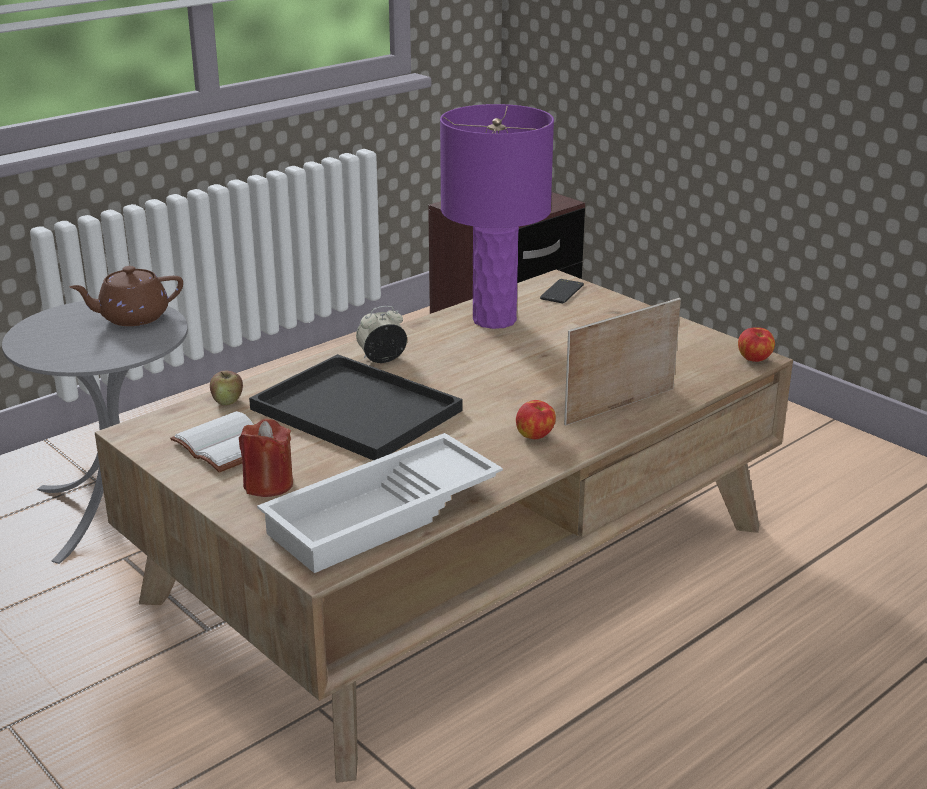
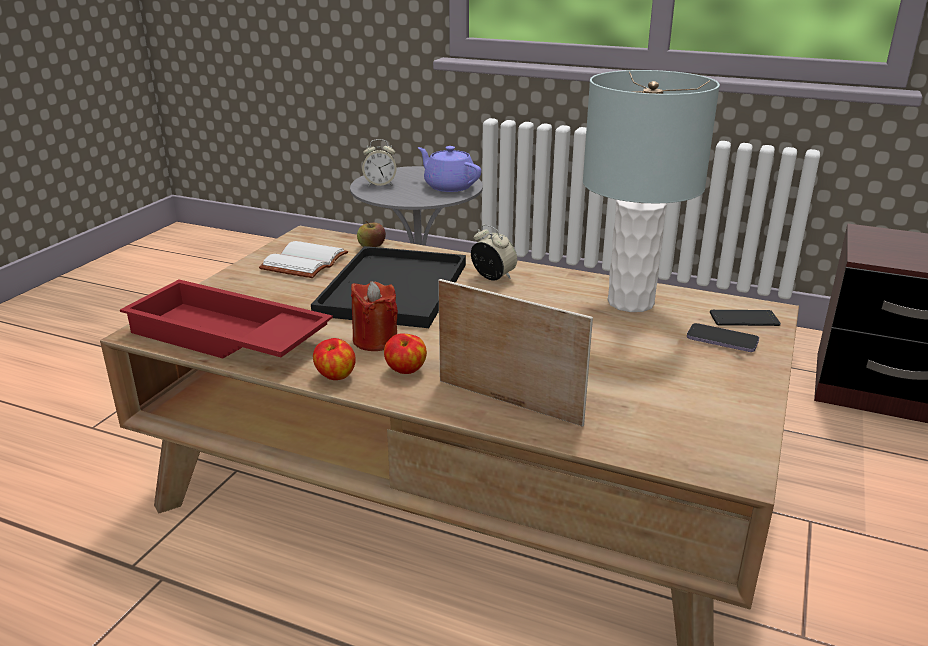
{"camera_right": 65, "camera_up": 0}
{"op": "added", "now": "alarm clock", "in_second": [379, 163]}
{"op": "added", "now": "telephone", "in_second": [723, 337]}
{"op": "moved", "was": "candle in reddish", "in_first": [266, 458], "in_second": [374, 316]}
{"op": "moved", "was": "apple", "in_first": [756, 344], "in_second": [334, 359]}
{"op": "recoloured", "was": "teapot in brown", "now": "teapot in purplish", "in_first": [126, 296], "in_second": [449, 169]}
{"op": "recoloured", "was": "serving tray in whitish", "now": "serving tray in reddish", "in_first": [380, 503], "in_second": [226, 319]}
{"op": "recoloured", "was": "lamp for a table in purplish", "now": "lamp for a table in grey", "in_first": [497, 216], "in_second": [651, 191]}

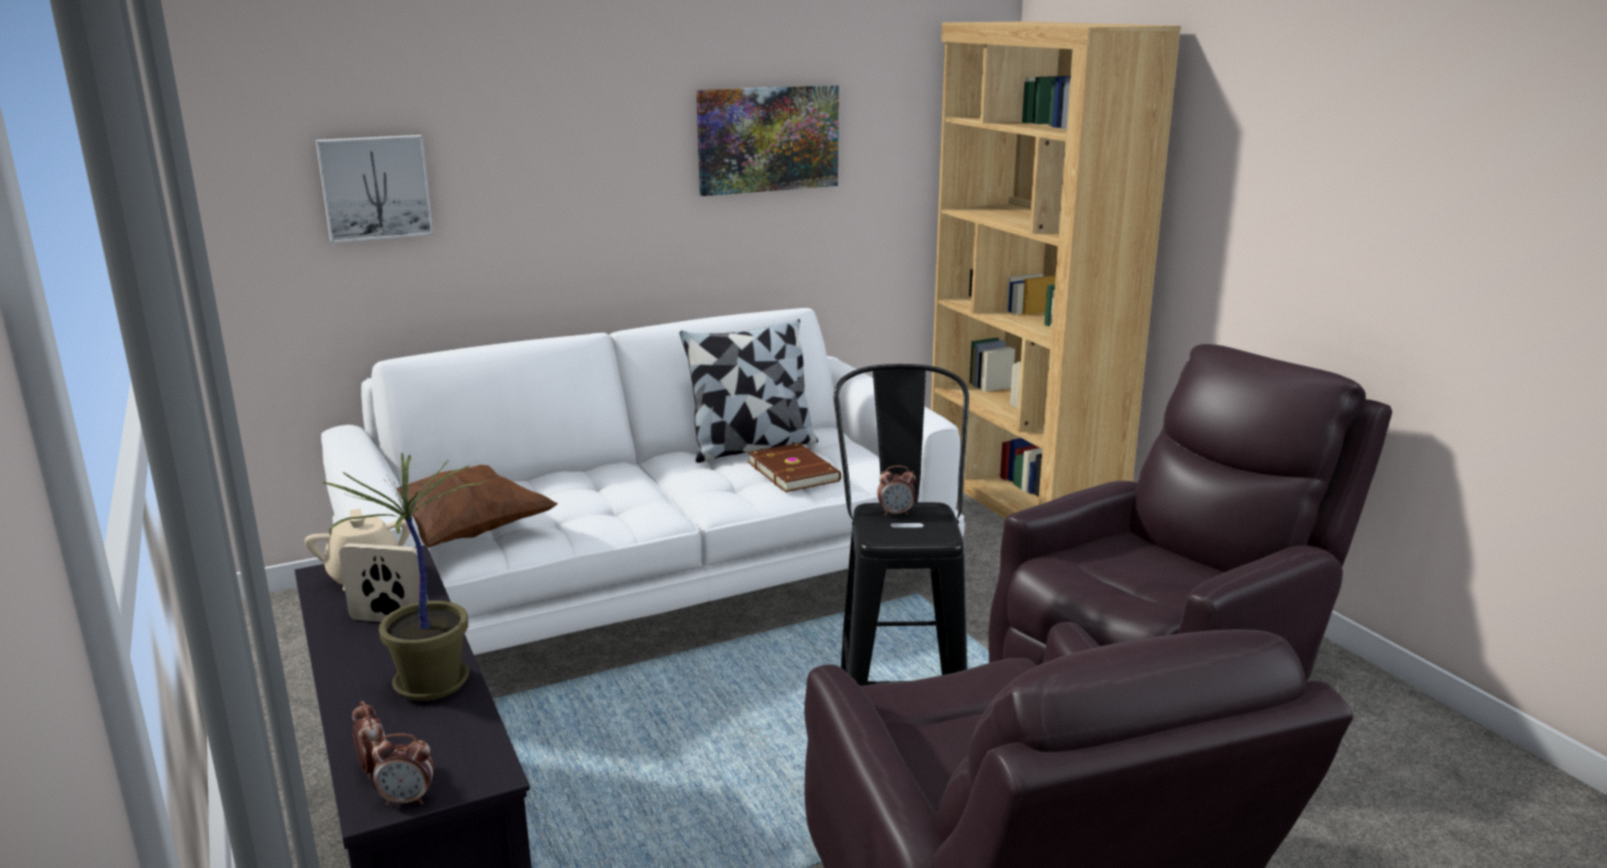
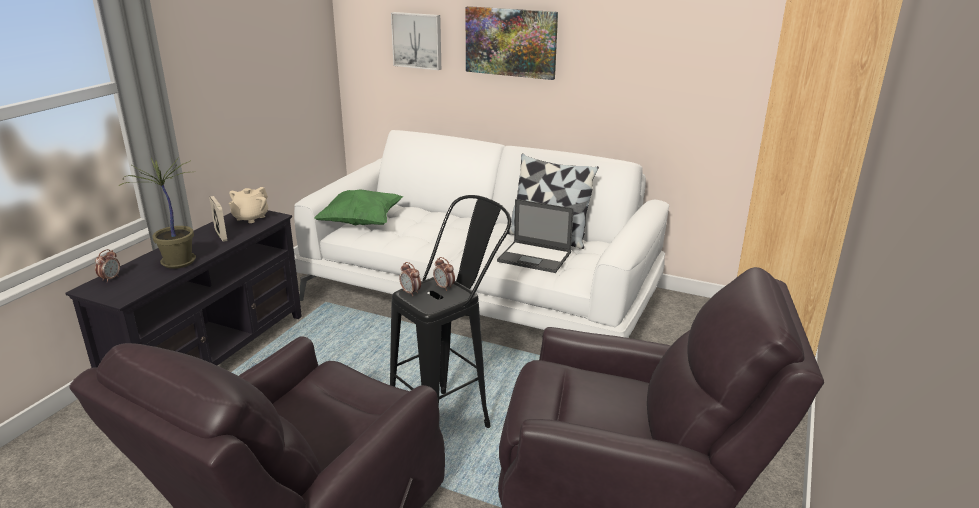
{"camera_right": 50, "camera_up": 5}
{"op": "moved", "was": "alarm clock", "in_first": [403, 769], "in_second": [410, 279]}
{"op": "moved", "was": "wall art", "in_first": [767, 140], "in_second": [511, 43]}
{"op": "replaced", "was": "book in brown", "now": "notebook computer", "in_first": [794, 467], "in_second": [535, 236]}
{"op": "recoloured", "was": "pillow in brown", "now": "pillow in green-coloured", "in_first": [477, 506], "in_second": [358, 207]}

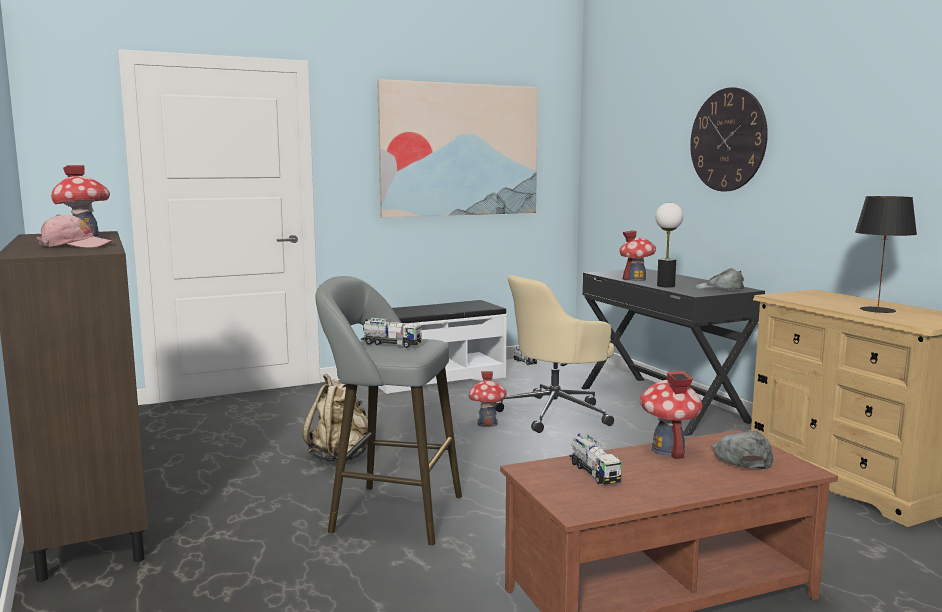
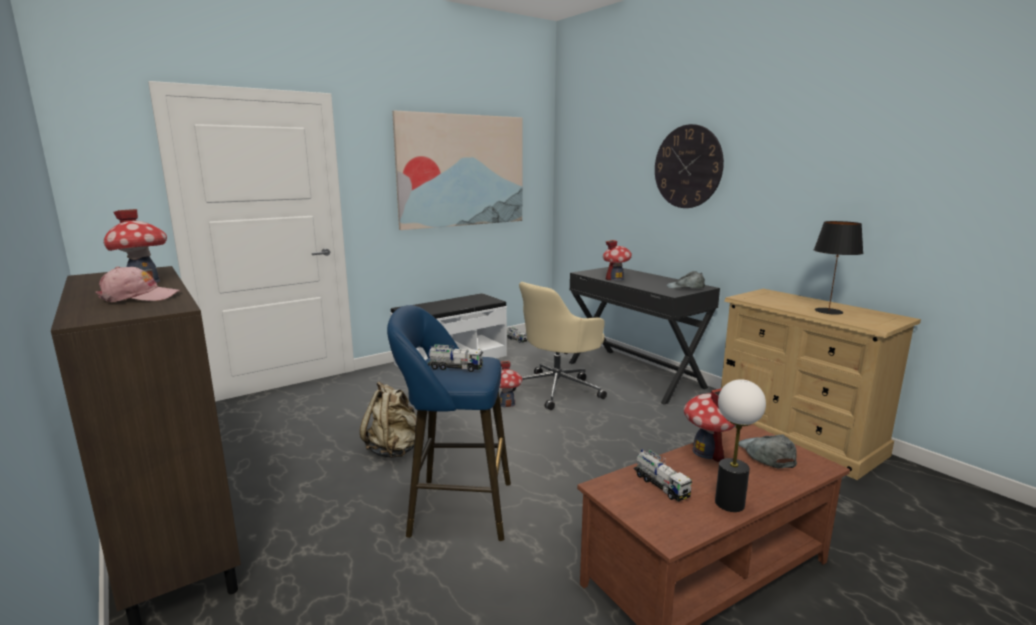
{"camera_right": -10, "camera_up": 5}
{"op": "moved", "was": "lamp for a table", "in_first": [669, 245], "in_second": [740, 445]}
{"op": "recoloured", "was": "stool seat in grey", "now": "stool seat in blue-coloured", "in_first": [388, 410], "in_second": [449, 423]}

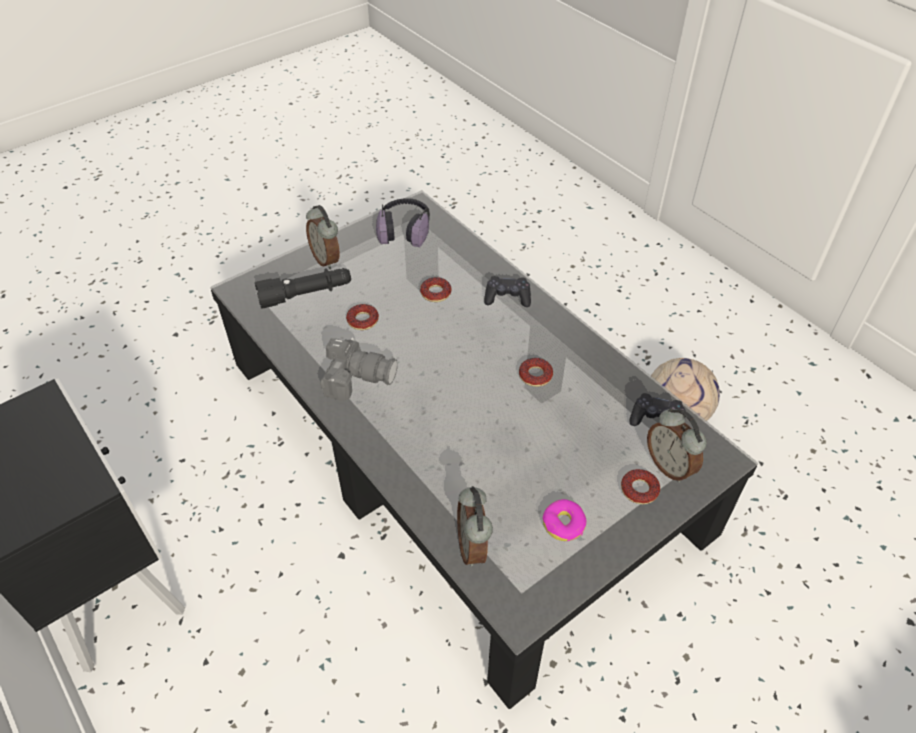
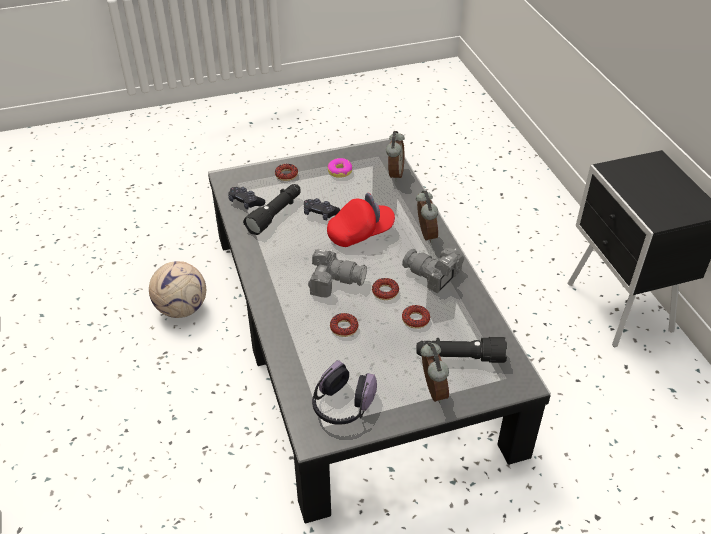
{"camera_right": -160, "camera_up": -5}
{"op": "added", "now": "hand torch in blackish", "in_second": [272, 209]}
{"op": "added", "now": "still camera", "in_second": [337, 273]}
{"op": "added", "now": "peaked cap in reddish", "in_second": [361, 220]}
{"op": "moved", "was": "game controller in blackish", "in_first": [507, 291], "in_second": [322, 209]}
{"op": "moved", "was": "doughnut", "in_first": [536, 372], "in_second": [385, 289]}
{"op": "moved", "was": "alarm clock", "in_first": [677, 445], "in_second": [427, 216]}

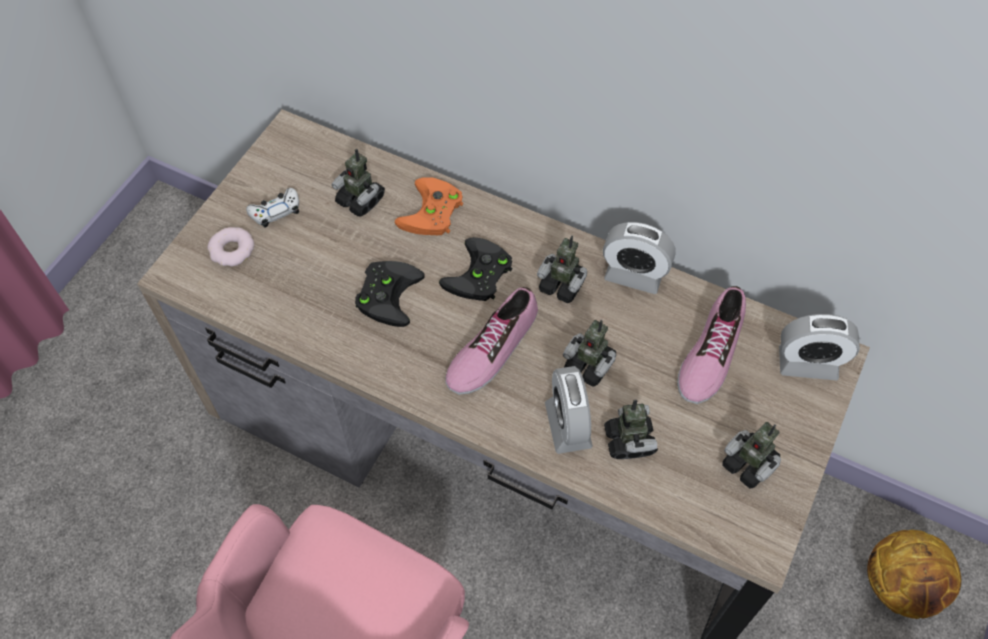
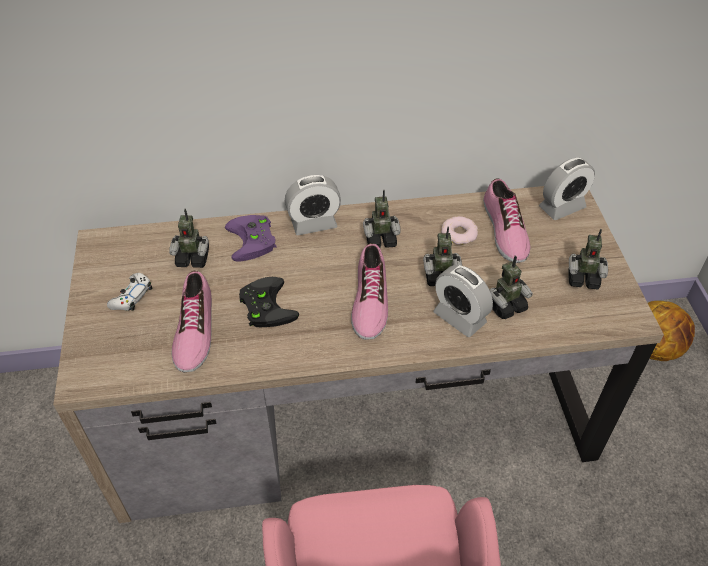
{"camera_right": -35, "camera_up": -10}
{"op": "removed", "was": "game controller in blackish", "in_first": [476, 269]}
{"op": "added", "now": "item of footwear", "in_second": [192, 321]}
{"op": "moved", "was": "doughnut", "in_first": [230, 247], "in_second": [459, 230]}
{"op": "moved", "was": "alarm clock", "in_first": [639, 258], "in_second": [313, 205]}
{"op": "recoloured", "was": "game controller in orange-coloured", "now": "game controller in purplish", "in_first": [429, 206], "in_second": [251, 238]}
{"op": "turned", "was": "model robot", "in_first": [631, 429], "in_second": [511, 287], "clockwise": 105}

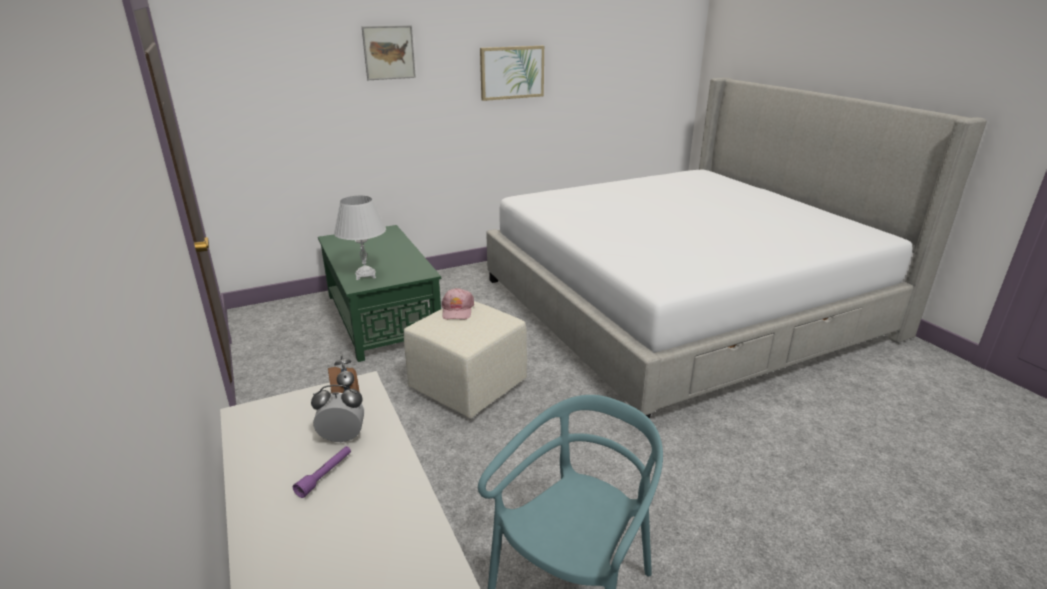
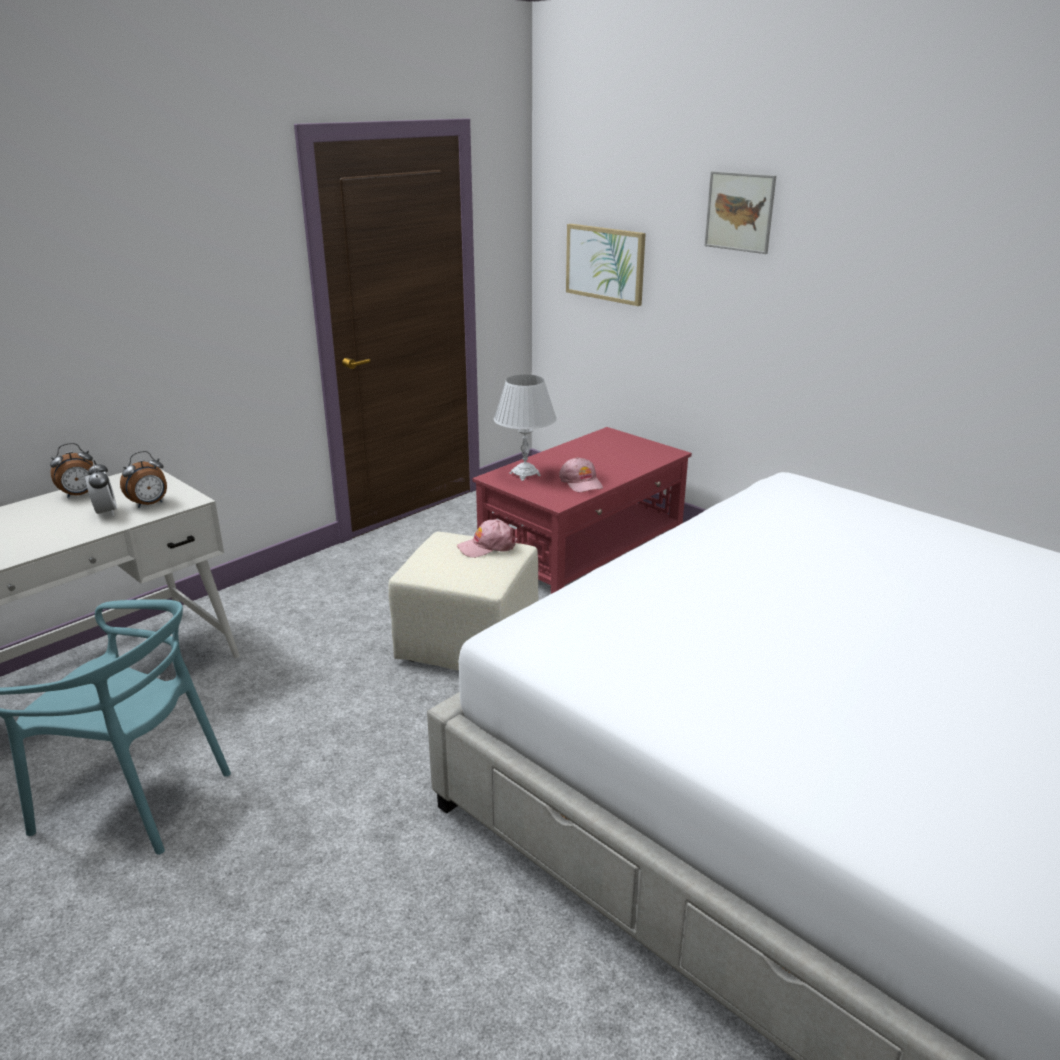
{"camera_right": 70, "camera_up": 0}
{"op": "removed", "was": "hand torch in purplish", "in_first": [322, 472]}
{"op": "added", "now": "alarm clock", "in_second": [71, 470]}
{"op": "added", "now": "peaked cap in pink-coloured", "in_second": [581, 475]}
{"op": "moved", "was": "wall art", "in_first": [512, 73], "in_second": [606, 265]}
{"op": "recoloured", "was": "low table in green-coloured", "now": "low table in reddish", "in_first": [379, 293], "in_second": [582, 510]}

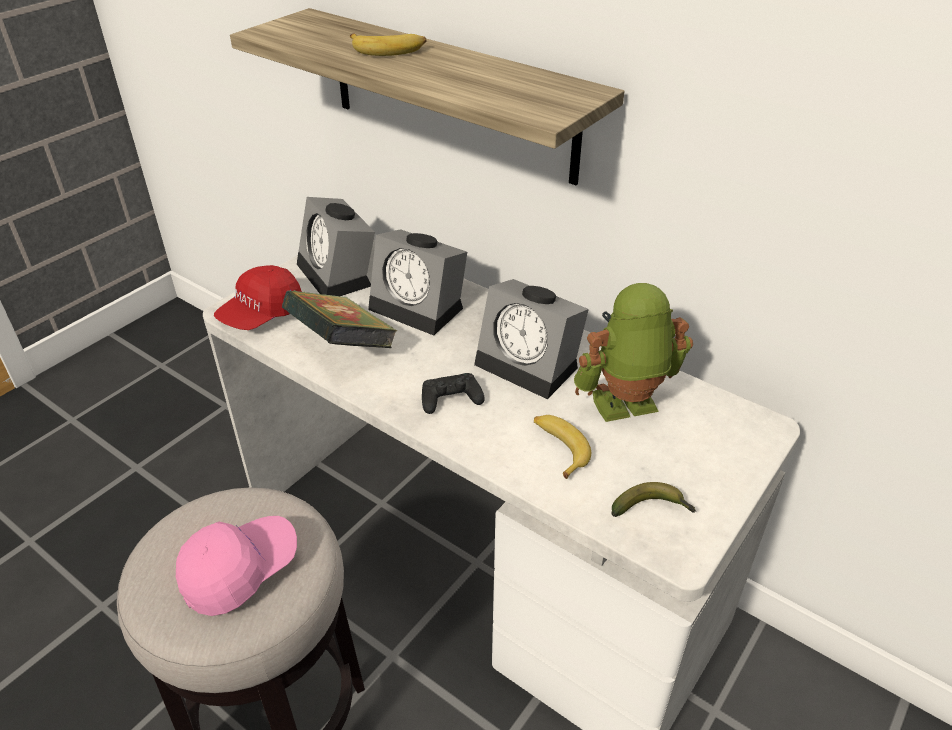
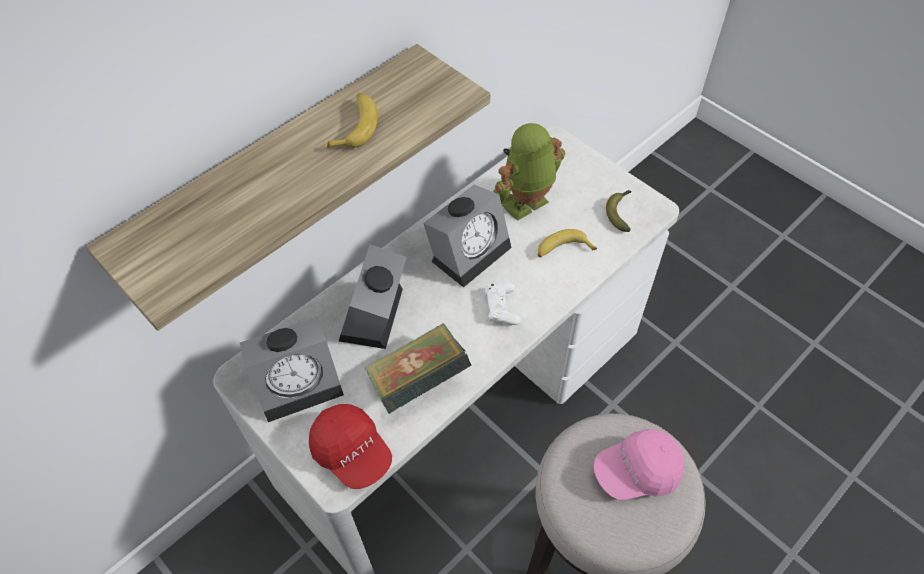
{"camera_right": -80, "camera_up": 15}
{"op": "moved", "was": "banana fruit", "in_first": [388, 44], "in_second": [352, 120]}
{"op": "recoloured", "was": "game controller in blackish", "now": "game controller in whitish", "in_first": [453, 393], "in_second": [503, 303]}
{"op": "turned", "was": "peaked cap in pink-coloured", "in_first": [236, 566], "in_second": [639, 464], "clockwise": -75}
{"op": "turned", "was": "alarm clock", "in_first": [417, 282], "in_second": [373, 296], "clockwise": 150}
{"op": "turned", "was": "model robot", "in_first": [633, 352], "in_second": [529, 172], "clockwise": 60}

